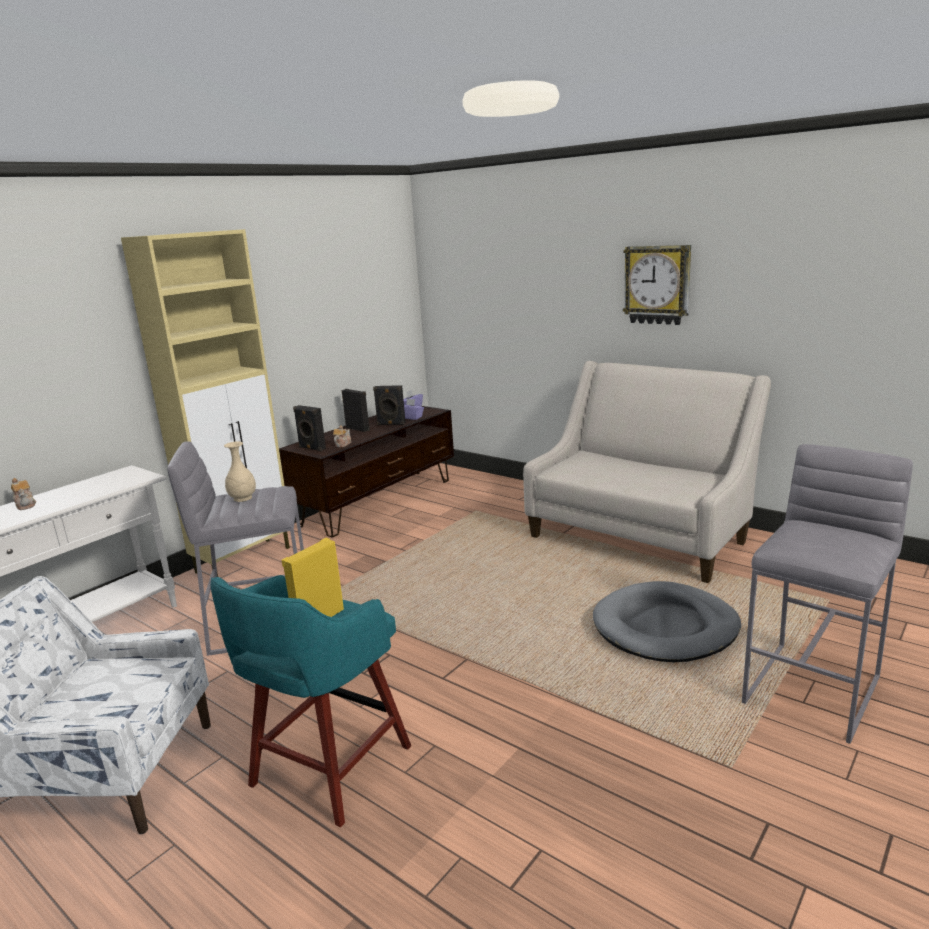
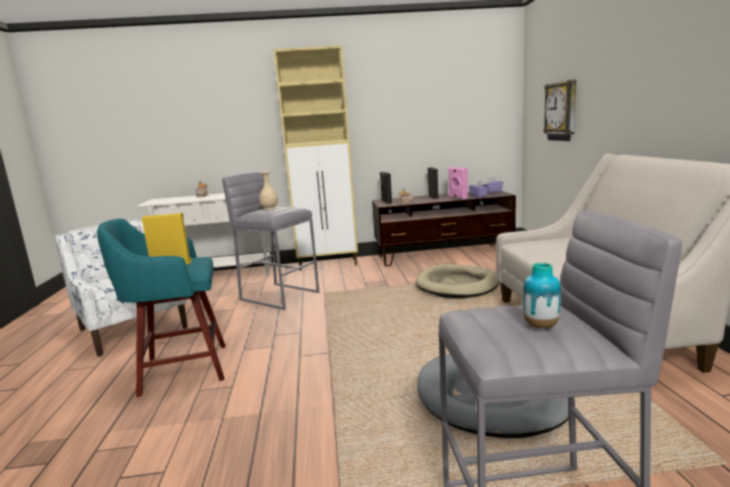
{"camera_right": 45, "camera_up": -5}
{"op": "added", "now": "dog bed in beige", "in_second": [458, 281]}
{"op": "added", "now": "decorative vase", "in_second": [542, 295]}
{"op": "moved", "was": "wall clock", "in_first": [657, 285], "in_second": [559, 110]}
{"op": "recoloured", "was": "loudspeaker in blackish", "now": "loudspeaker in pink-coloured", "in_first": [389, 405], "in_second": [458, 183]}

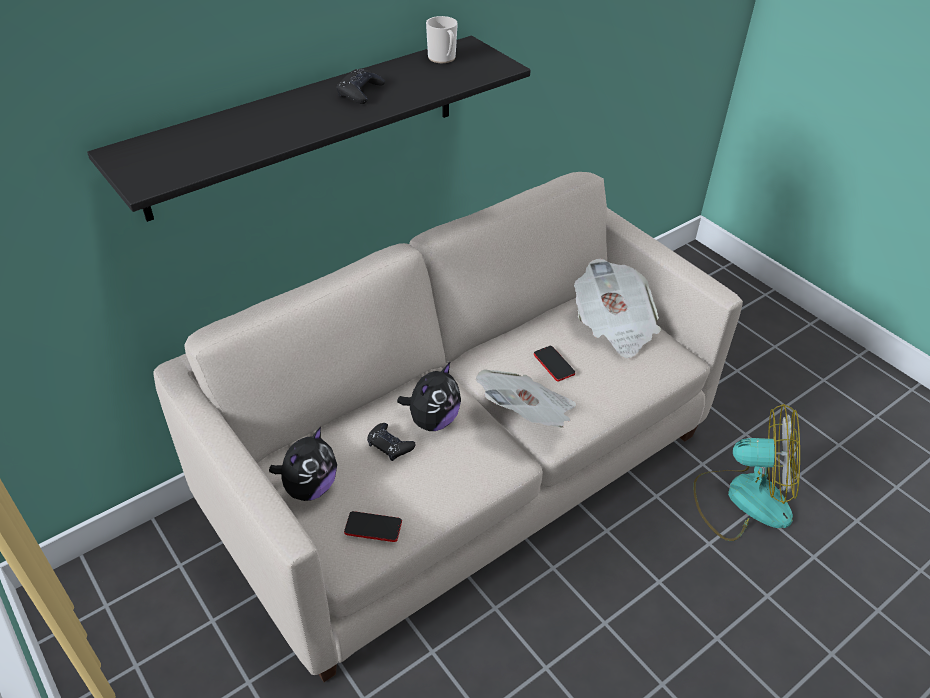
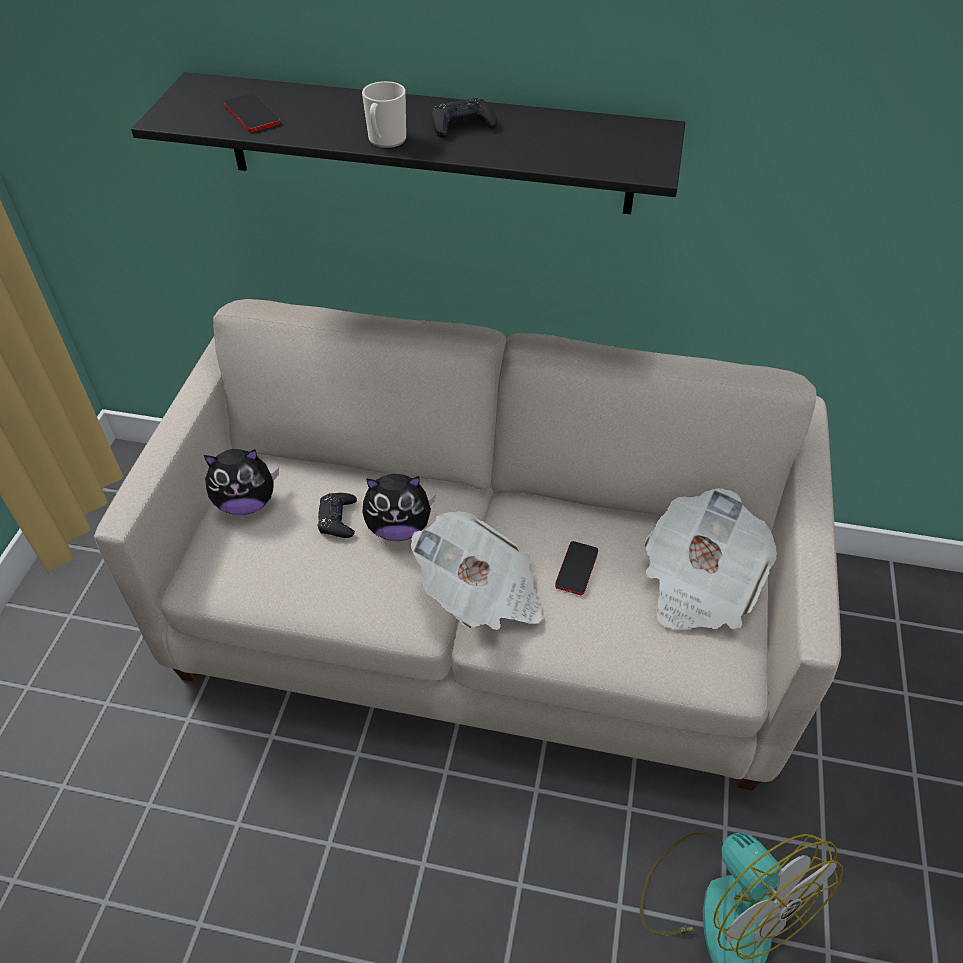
{"camera_right": 50, "camera_up": 5}
{"op": "moved", "was": "telephone", "in_first": [373, 526], "in_second": [252, 112]}
{"op": "moved", "was": "coffee mug", "in_first": [442, 39], "in_second": [384, 114]}

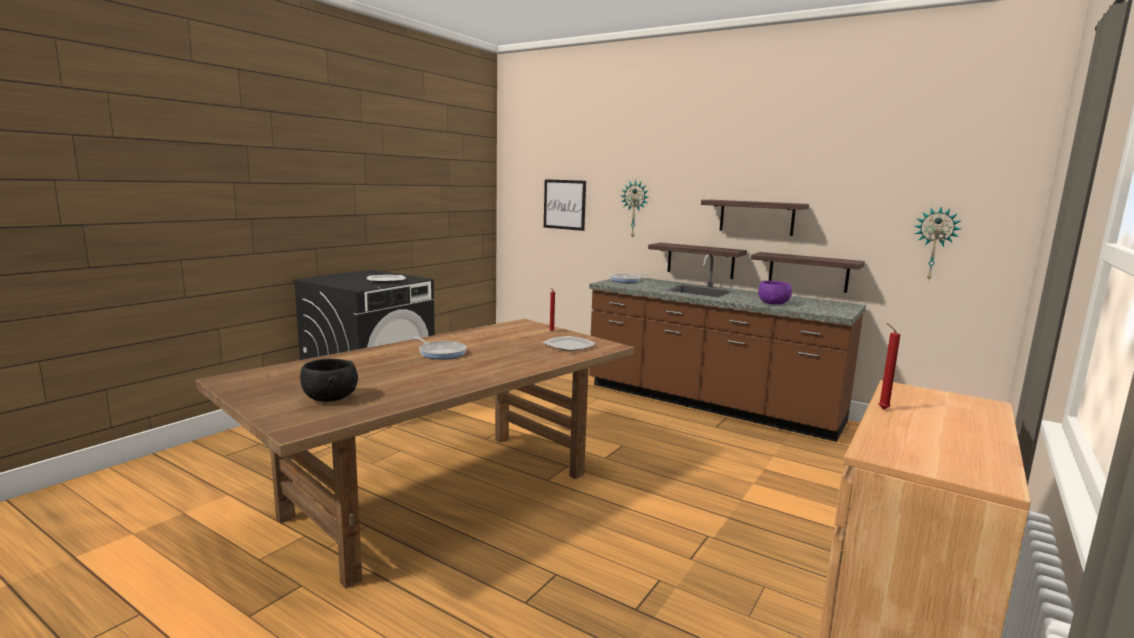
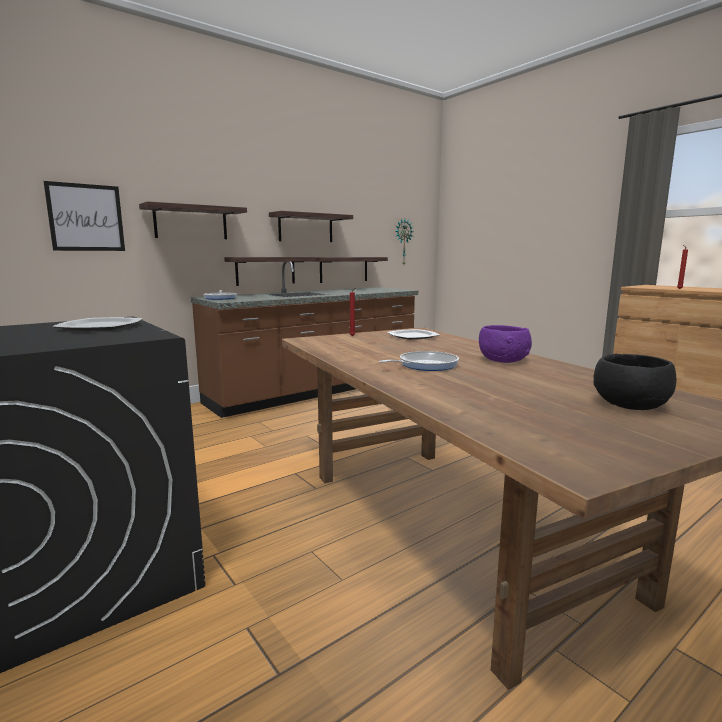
{"camera_right": -70, "camera_up": 0}
{"op": "moved", "was": "serving bowl in purplish", "in_first": [775, 293], "in_second": [505, 344]}
{"op": "replaced", "was": "wall clock", "now": "bracket shelf", "in_first": [634, 209], "in_second": [193, 220]}

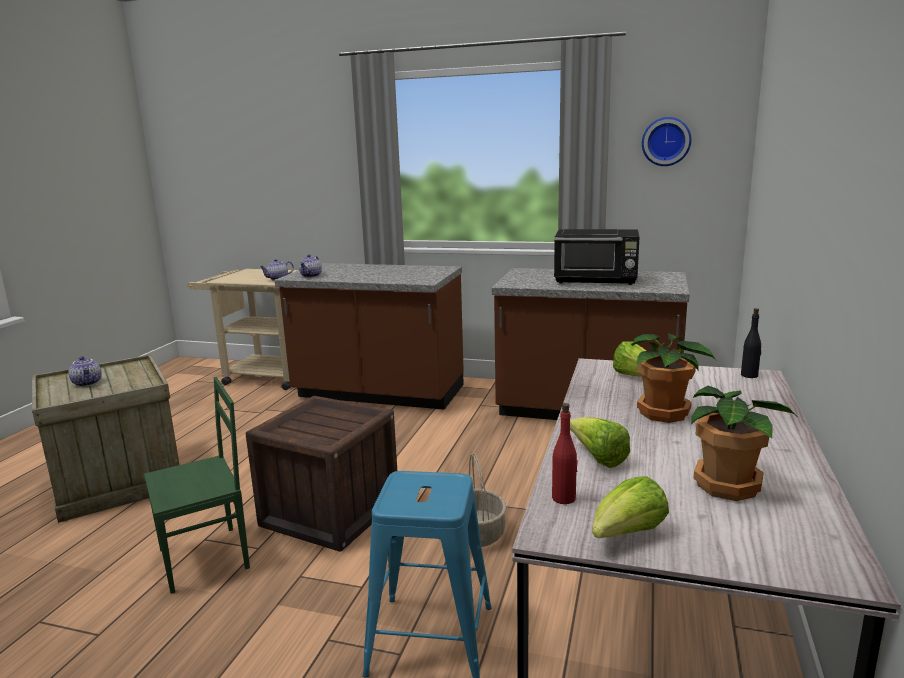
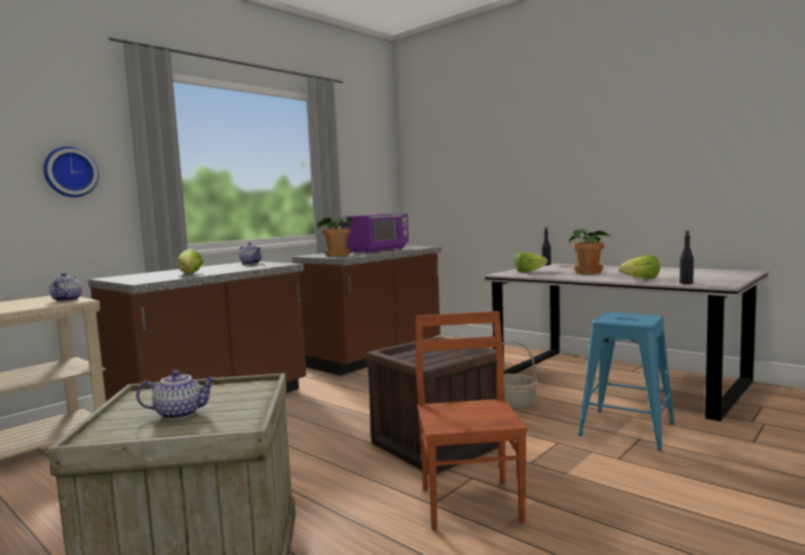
{"camera_right": -65, "camera_up": -10}
{"op": "moved", "was": "teapot", "in_first": [310, 266], "in_second": [250, 253]}
{"op": "moved", "was": "head of lettuce", "in_first": [630, 507], "in_second": [190, 261]}
{"op": "moved", "was": "wall clock", "in_first": [666, 141], "in_second": [71, 172]}
{"op": "moved", "was": "houseplant", "in_first": [743, 443], "in_second": [335, 237]}
{"op": "recoloured", "was": "upright chair in green-coloured", "now": "upright chair in brown", "in_first": [197, 485], "in_second": [471, 420]}
{"op": "recoloured", "was": "beverage bottle in reddish", "now": "beverage bottle in blackish", "in_first": [565, 453], "in_second": [687, 257]}
{"op": "recoloured", "was": "microwave in blackish", "now": "microwave in purplish", "in_first": [596, 257], "in_second": [375, 233]}

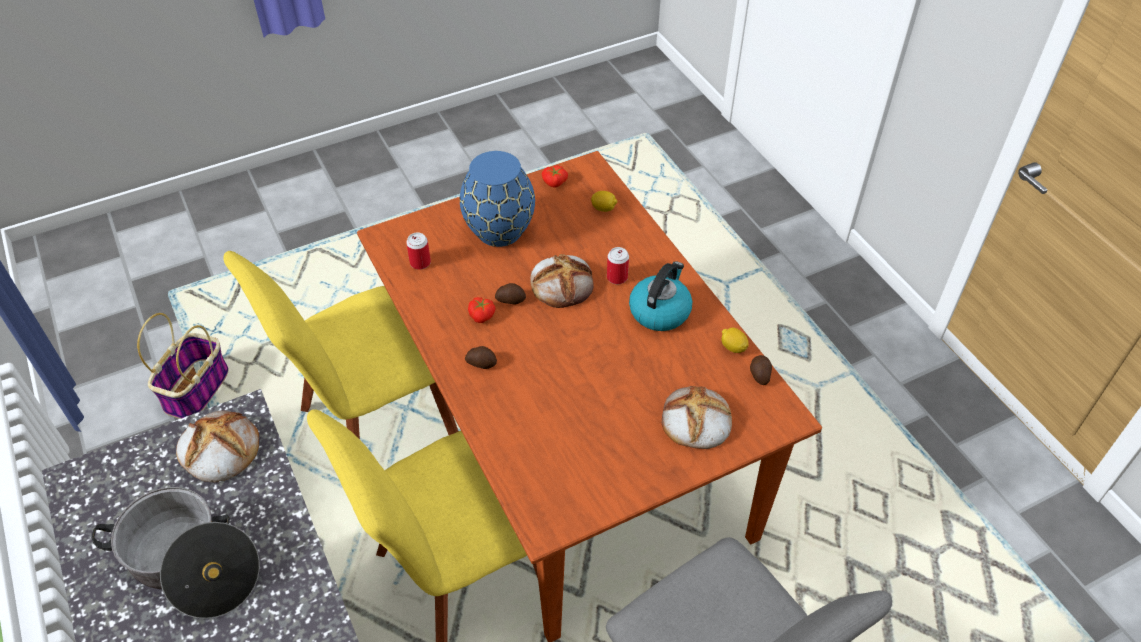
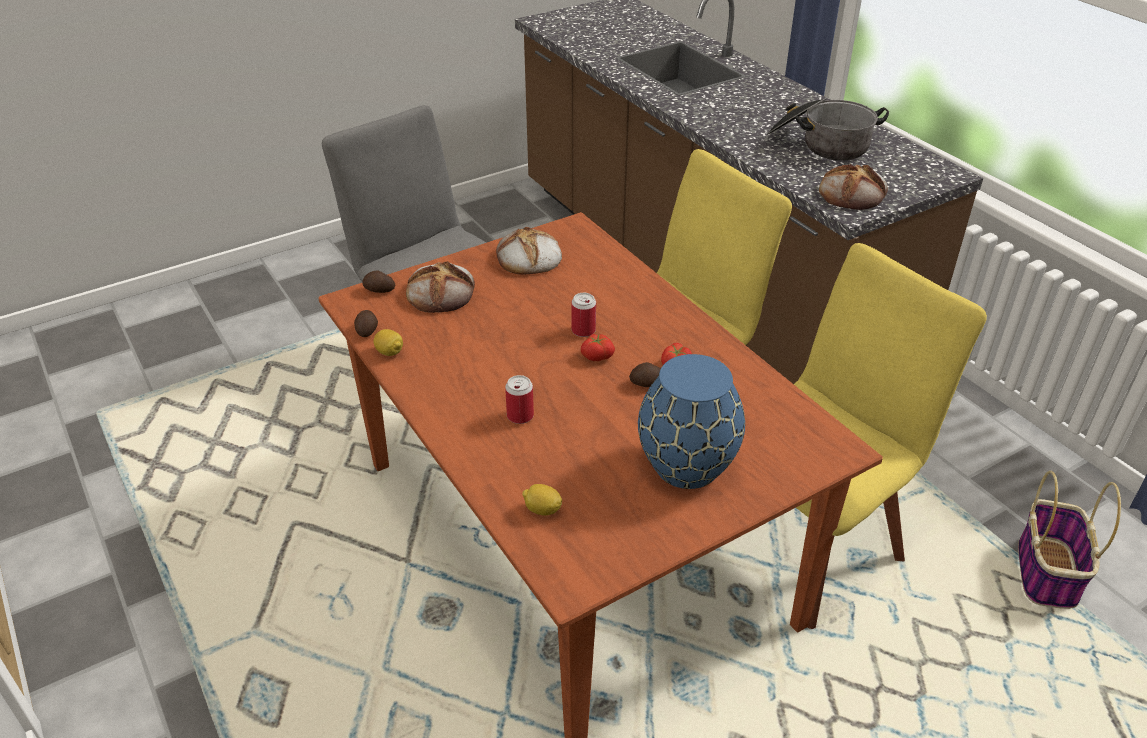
{"camera_right": 175, "camera_up": -10}
{"op": "removed", "was": "water kettle", "in_first": [660, 296]}
{"op": "moved", "was": "metal can", "in_first": [418, 251], "in_second": [584, 315]}
{"op": "moved", "was": "whole potato", "in_first": [481, 357], "in_second": [378, 282]}
{"op": "moved", "was": "bread", "in_first": [562, 281], "in_second": [529, 251]}
{"op": "moved", "was": "fresh tomato", "in_first": [555, 176], "in_second": [598, 347]}

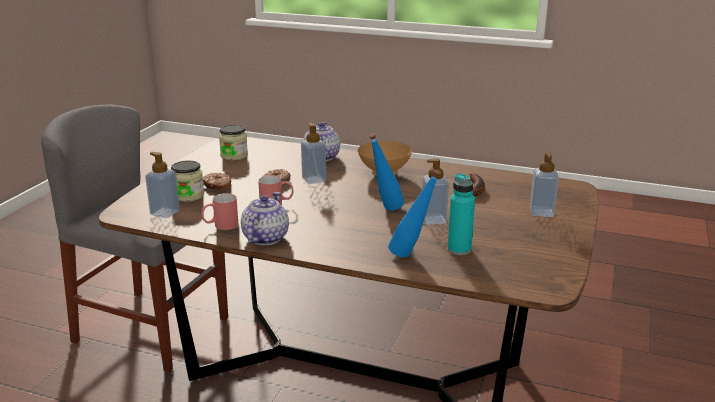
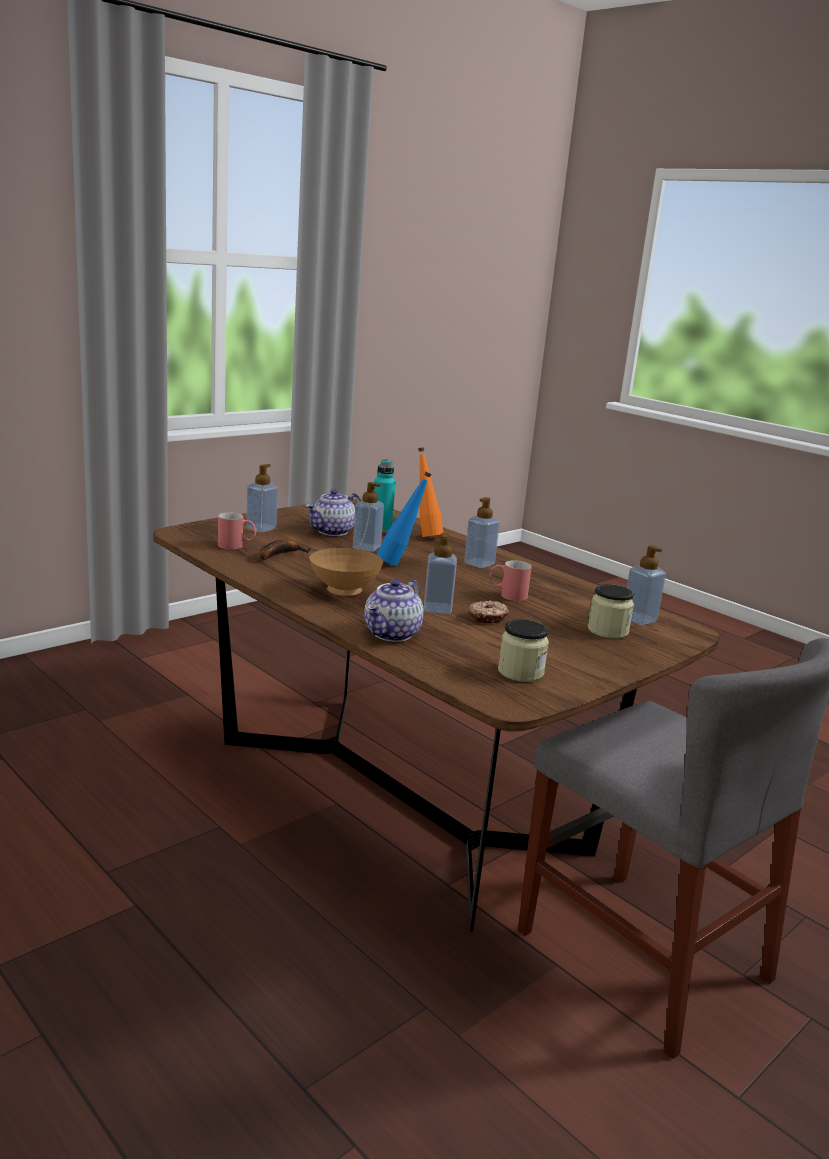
{"camera_right": -155, "camera_up": -5}
{"op": "removed", "was": "doughnut", "in_first": [217, 181]}
{"op": "added", "now": "soap dispenser", "in_second": [482, 532]}
{"op": "moved", "was": "coffee mug in reddish", "in_first": [219, 211], "in_second": [237, 531]}
{"op": "moved", "was": "teapot", "in_first": [265, 218], "in_second": [333, 512]}
{"op": "recoloured", "was": "beverage bottle in blue-coloured", "now": "beverage bottle in orange-coloured", "in_first": [414, 213], "in_second": [430, 492]}

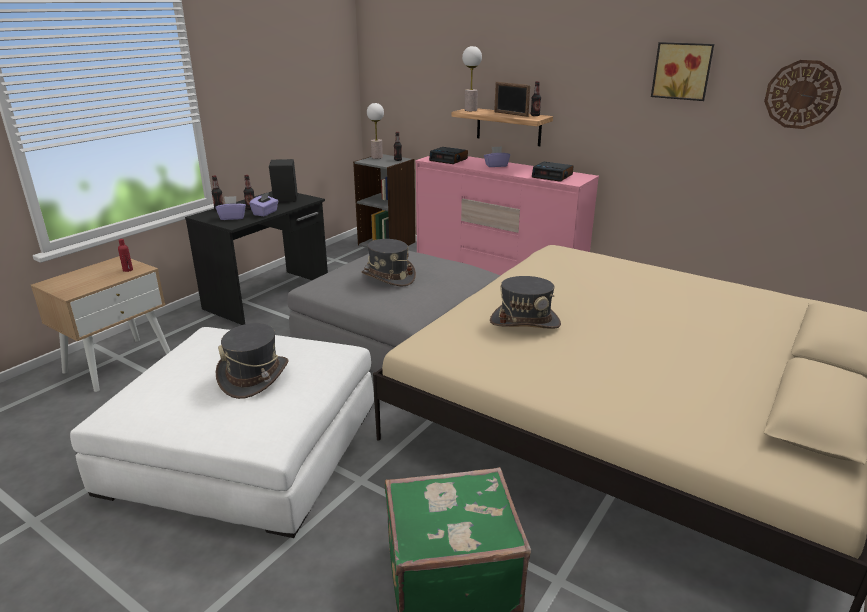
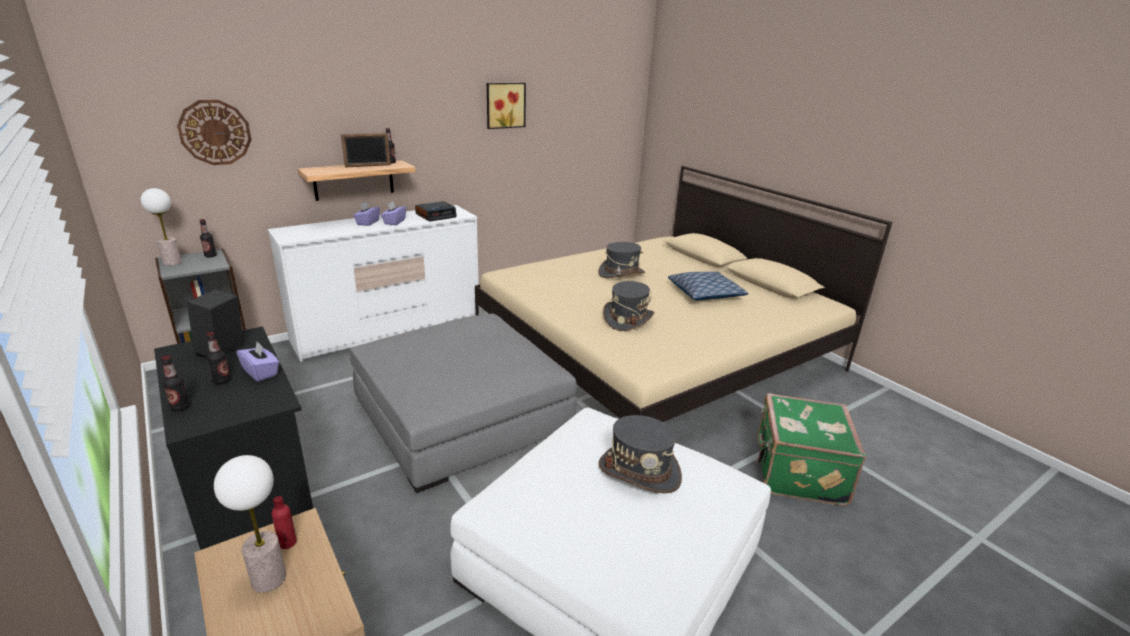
{"camera_right": -70, "camera_up": 0}
{"op": "removed", "was": "alarm clock", "in_first": [448, 155]}
{"op": "added", "now": "pillow", "in_second": [708, 286]}
{"op": "moved", "was": "box of tissues in purplish", "in_first": [231, 208], "in_second": [393, 213]}
{"op": "moved", "was": "hat in grey", "in_first": [389, 262], "in_second": [621, 260]}
{"op": "moved", "was": "lamp for a table", "in_first": [472, 78], "in_second": [250, 524]}
{"op": "moved", "was": "wall clock", "in_first": [803, 94], "in_second": [214, 132]}
{"op": "recoloured", "was": "drawer chest in pink-coloured", "now": "drawer chest in whitish", "in_first": [507, 216], "in_second": [373, 283]}

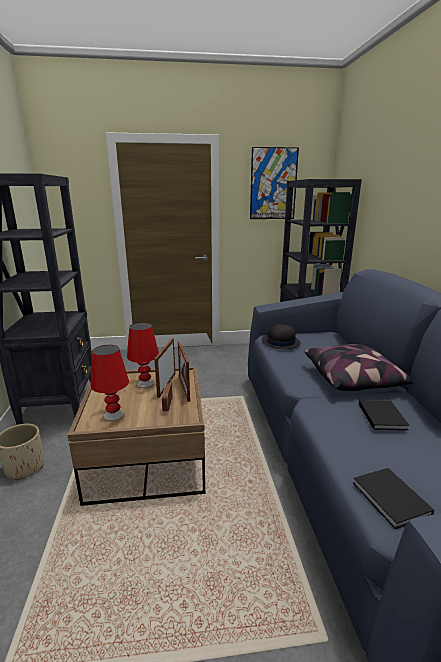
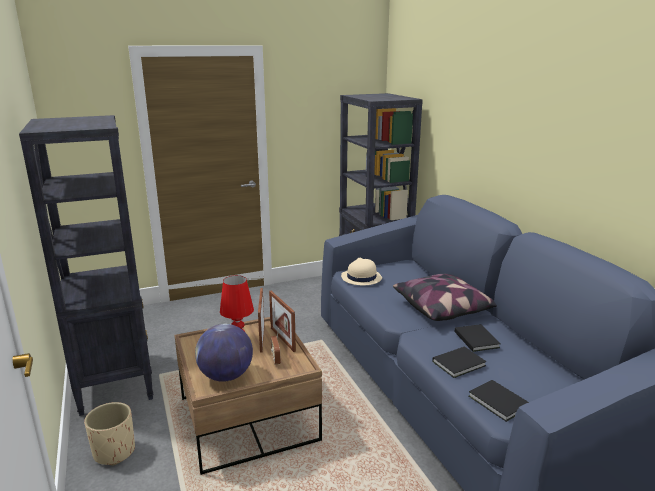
{"camera_right": -15, "camera_up": 0}
{"op": "removed", "was": "wall art", "in_first": [274, 183]}
{"op": "added", "now": "book in blackish", "in_second": [459, 362]}
{"op": "replaced", "was": "lamp for a table in reddish", "now": "desk globe", "in_first": [109, 383], "in_second": [224, 353]}
{"op": "recoloured", "was": "hat in blackish", "now": "hat in beige", "in_first": [281, 336], "in_second": [361, 271]}

